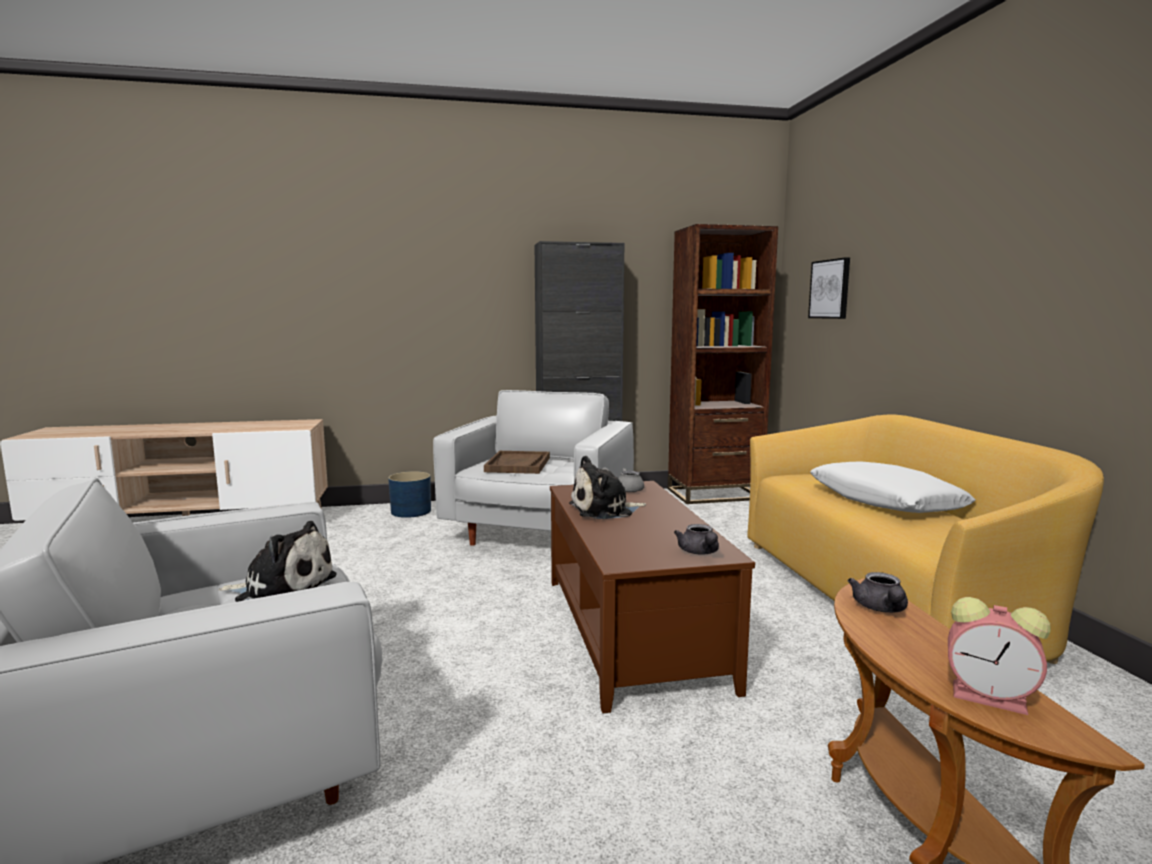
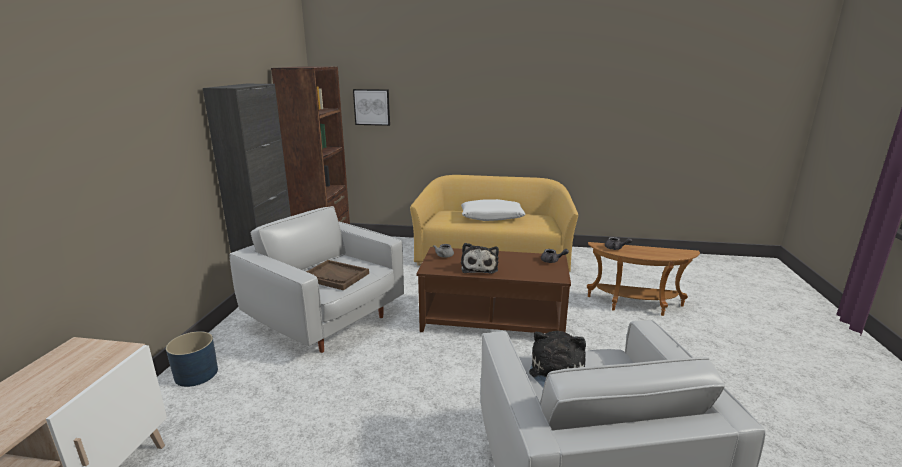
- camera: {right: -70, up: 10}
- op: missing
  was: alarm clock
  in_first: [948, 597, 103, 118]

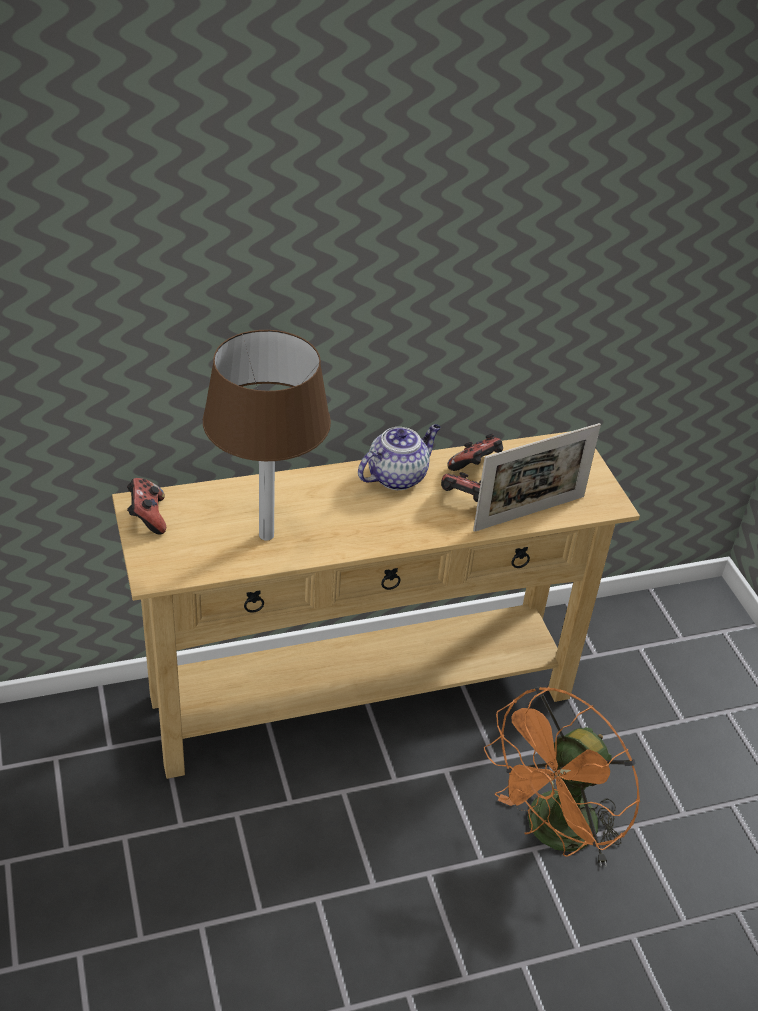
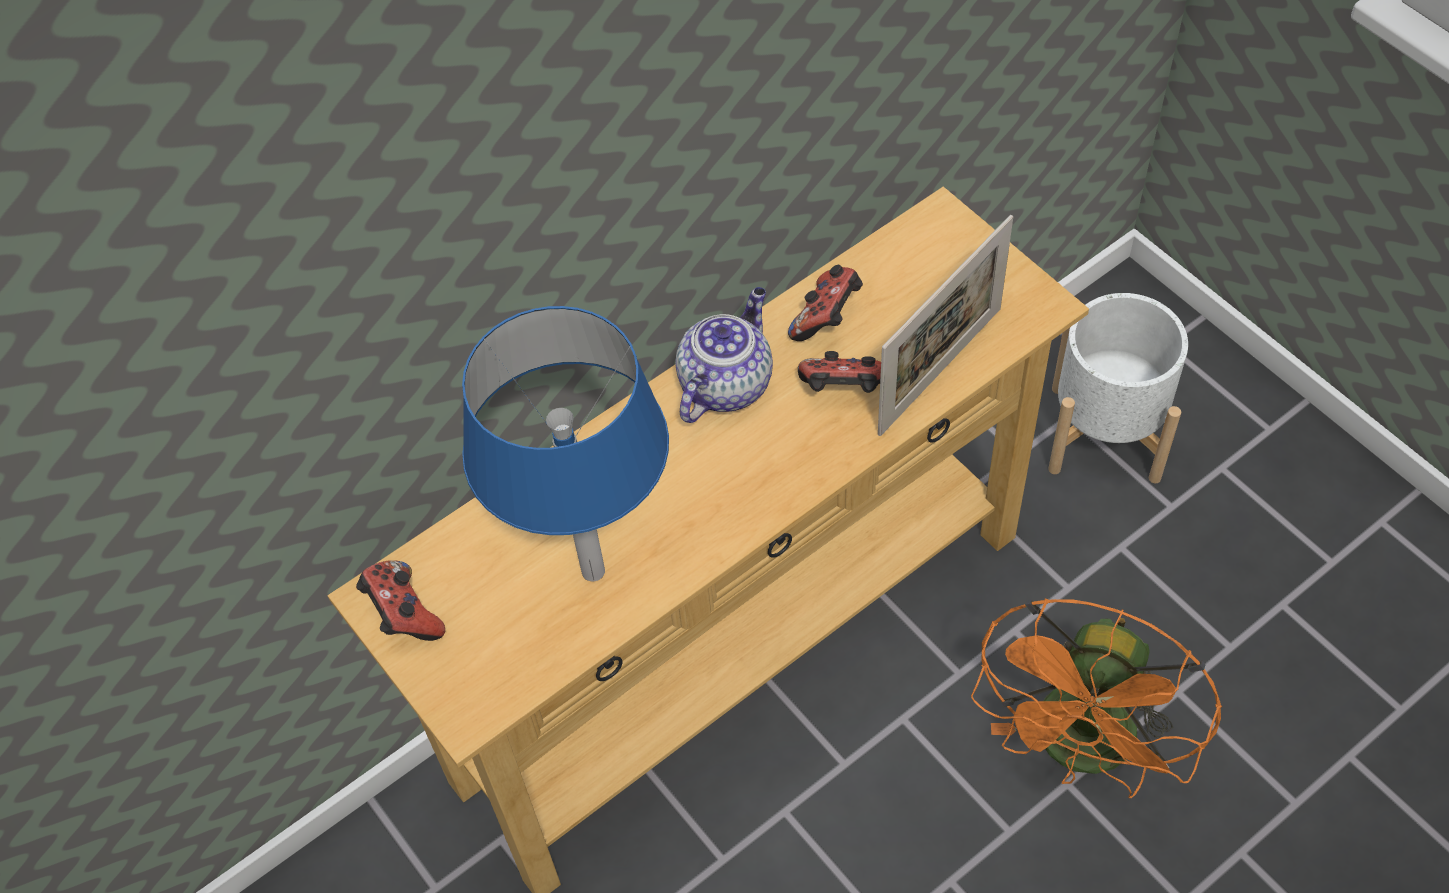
- camera: {right: -15, up: 15}
- op: appeared
  now: flower pot/white-coloured
  in_second: [1048, 293, 140, 190]
- op: colour
  was: tabletop lamp/brown
  now: tabletop lamp/bluish
  in_first: [203, 330, 128, 211]
  in_second: [462, 306, 207, 275]

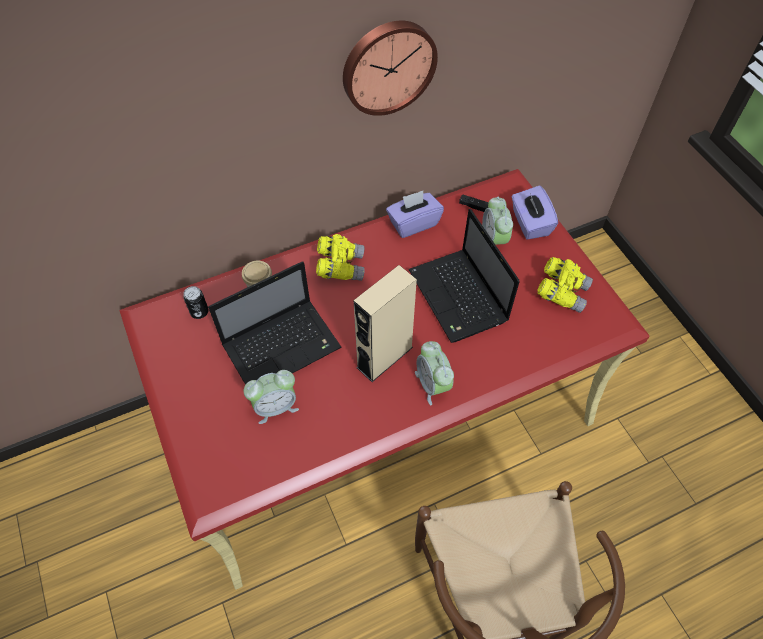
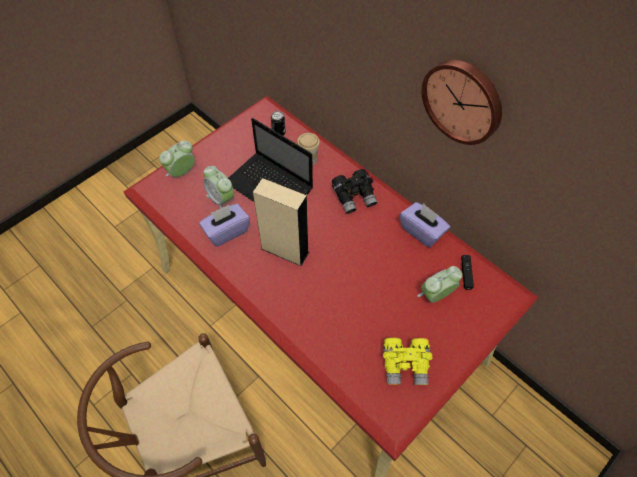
- camera: {right: 70, up: 0}
- op: missing
  was: laptop
  in_first: [409, 209, 111, 134]
- op: relocated
  was: alarm clock
  in_first: [415, 341, 39, 65]
  in_second: [159, 140, 36, 37]
- op: relocated
  was: box of tissues/purple-coloured
  in_first: [512, 185, 46, 55]
  in_second: [199, 204, 51, 43]
- op: colour
  was: binoculars/yellowish
  now: binoculars/black
  in_first: [316, 234, 49, 47]
  in_second: [332, 169, 45, 45]

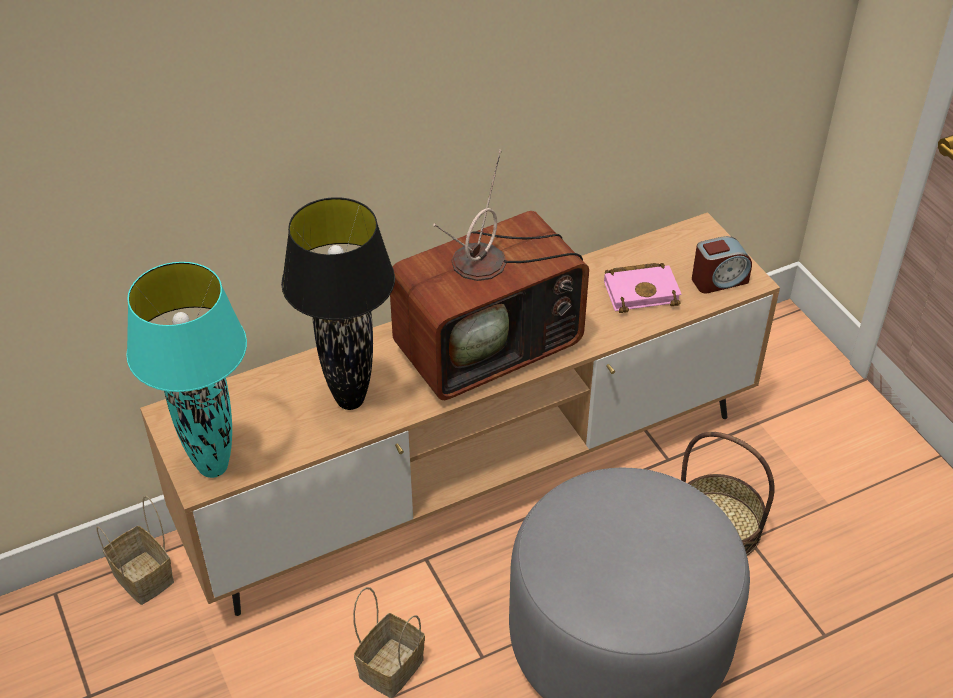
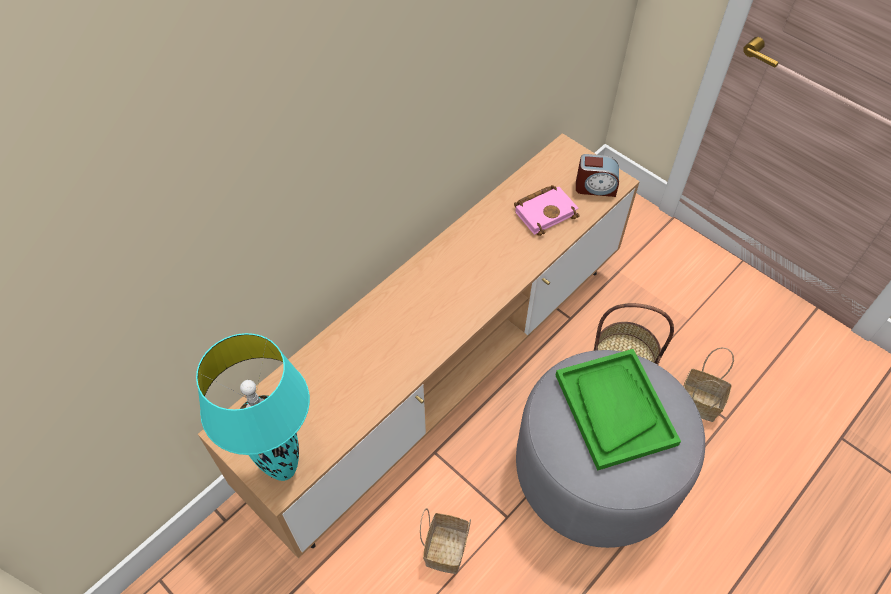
- camera: {right: -20, up: 10}
- op: missing
  was: tabletop lamp/black
  in_first: [281, 197, 114, 213]
- op: missing
  was: television
  in_first: [390, 150, 199, 250]
- op: appeared
  now: tray/greenish
  in_second: [555, 349, 126, 122]
- op: relocated
  was: household basket
  in_first: [96, 496, 78, 109]
  in_second: [683, 347, 51, 75]
- op: spun
  was: alarm clock
  in_first: [692, 236, 60, 57]
  in_second: [576, 154, 43, 43]
  clockwise: 45

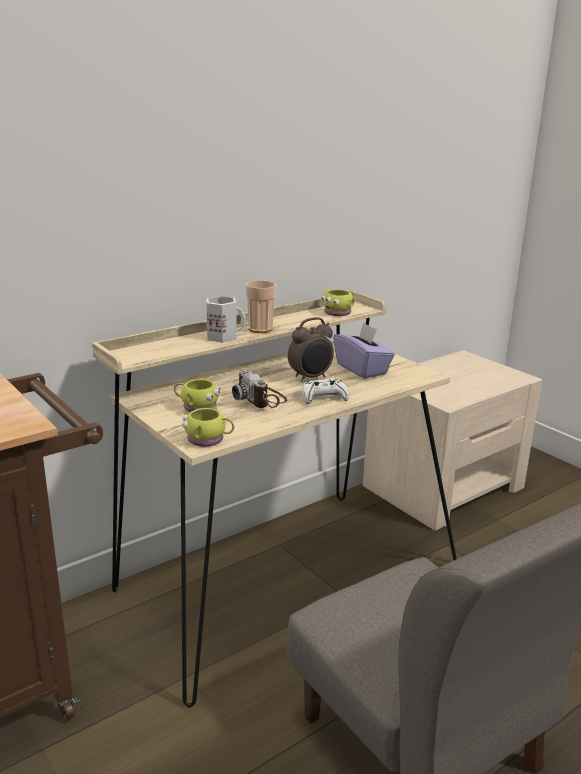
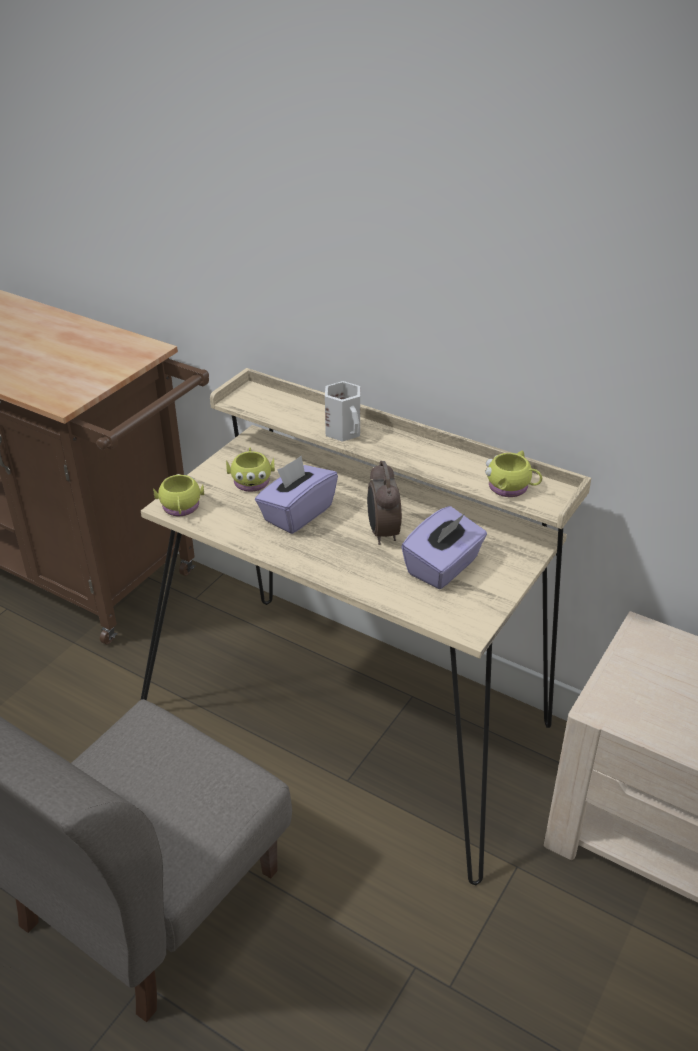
- camera: {right: 70, up: 15}
- op: missing
  was: small cup
  in_first: [245, 280, 31, 53]
- op: missing
  was: game controller/white-coloured
  in_first: [302, 379, 47, 25]
- op: exchanged
  was: still camera
  now: box of tissues/purple-coloured
  in_first: [232, 369, 55, 39]
  in_second: [255, 456, 83, 78]
- op: spun
  was: alarm clock
  in_first: [288, 317, 46, 65]
  in_second: [367, 461, 35, 84]
  clockwise: 45

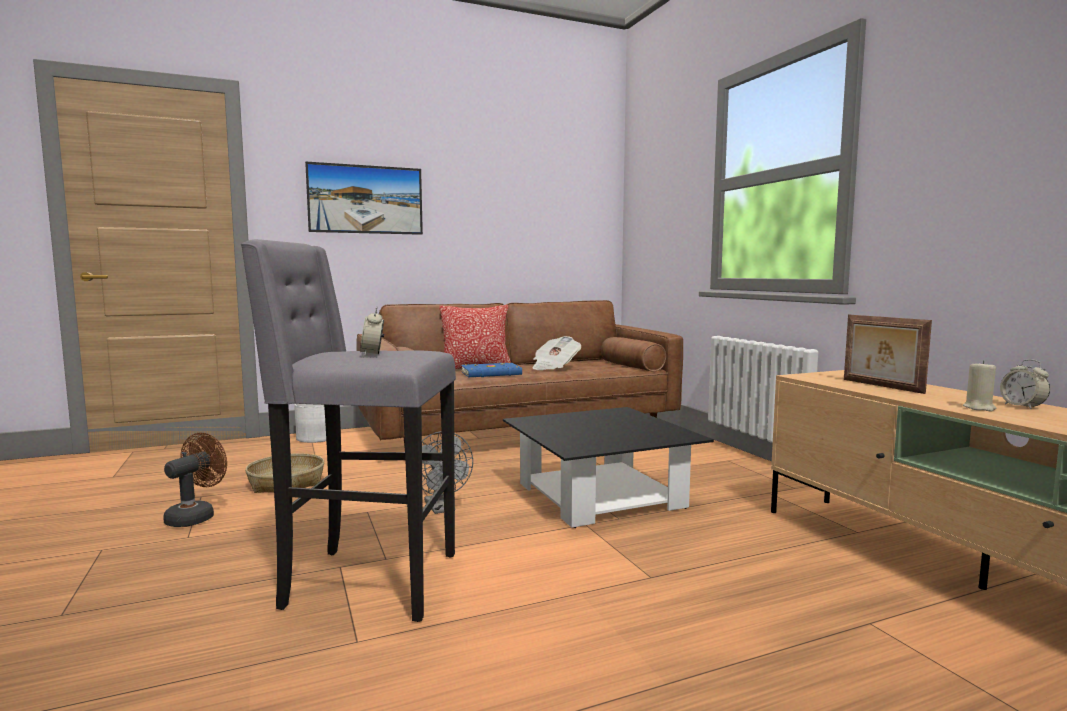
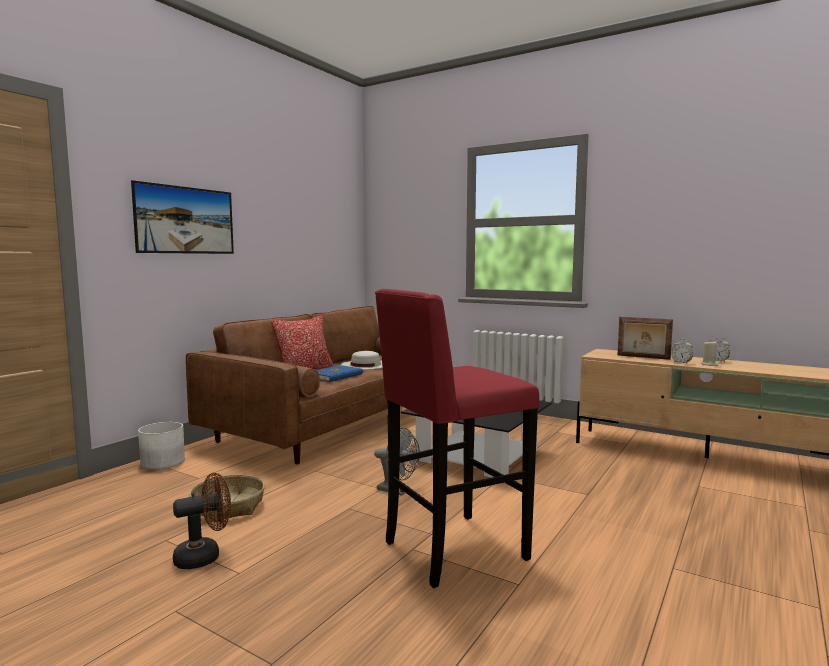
- camera: {right: -35, up: 0}
- op: relocated
  was: alarm clock
  in_first: [360, 306, 24, 49]
  in_second: [671, 339, 22, 25]
- op: exchanged
  was: daily paper
  now: wearable hat/white-coloured
  in_first: [532, 336, 49, 34]
  in_second: [341, 351, 42, 19]
- op: colour
  was: sitting stool/greyish
  now: sitting stool/red-coloured
  in_first: [241, 239, 215, 383]
  in_second: [375, 289, 164, 299]
- op: spun
  was: fan/brown
  in_first: [163, 433, 64, 94]
  in_second: [173, 473, 58, 96]
  clockwise: 75

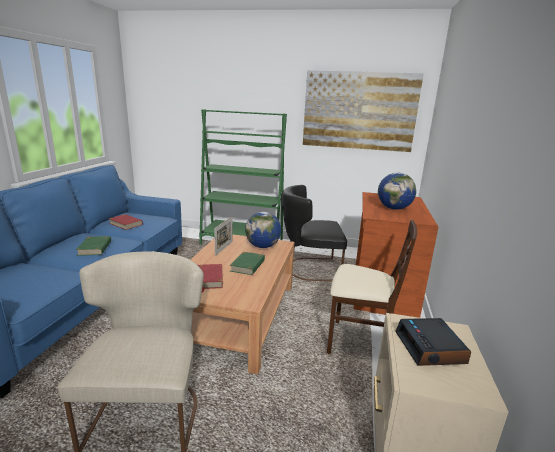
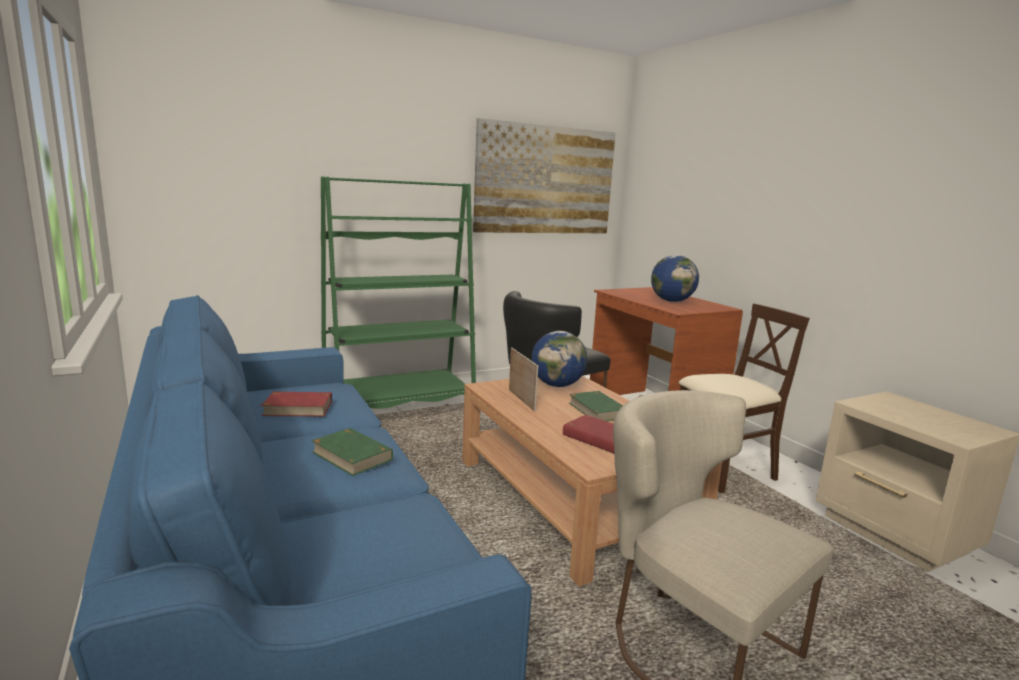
- camera: {right: -40, up: -5}
- op: missing
  was: alarm clock
  in_first: [395, 318, 76, 48]

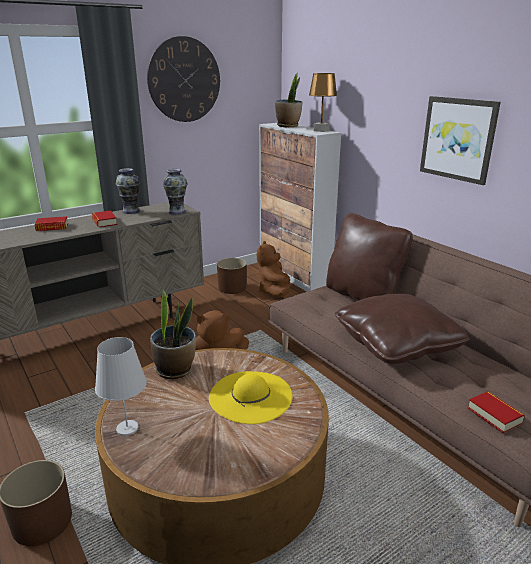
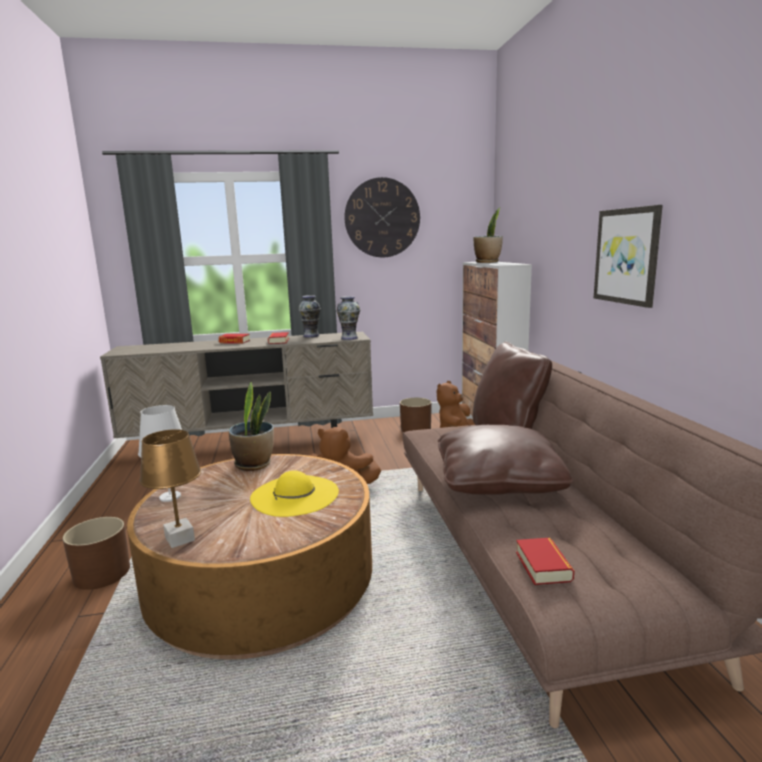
- camera: {right: 25, up: -10}
- op: relocated
  was: tabletop lamp/brown
  in_first: [309, 73, 28, 59]
  in_second: [140, 429, 61, 119]

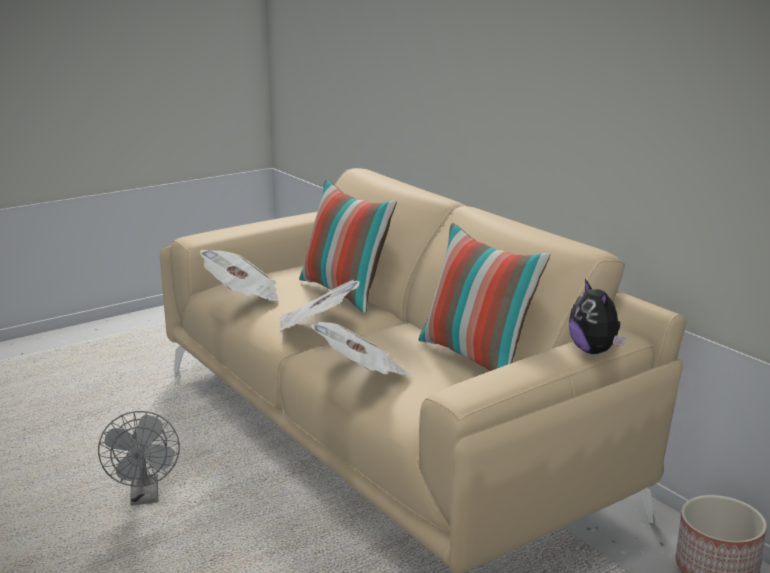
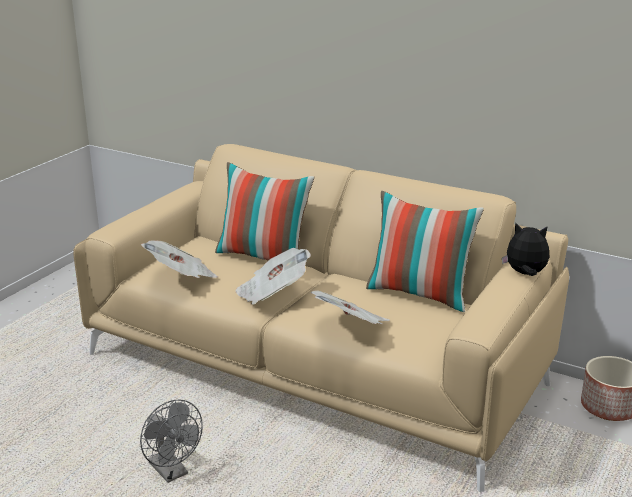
- camera: {right: -25, up: 5}
- op: spun
  was: cuddly toy
  in_first: [569, 279, 56, 75]
  in_second: [502, 222, 47, 54]
  clockwise: 150

